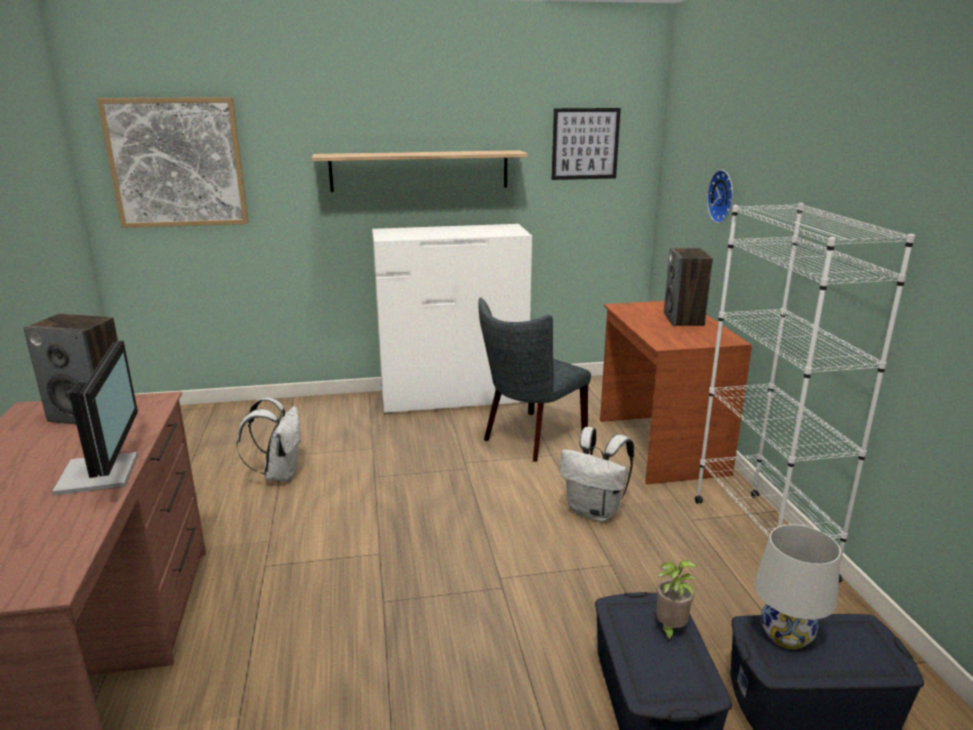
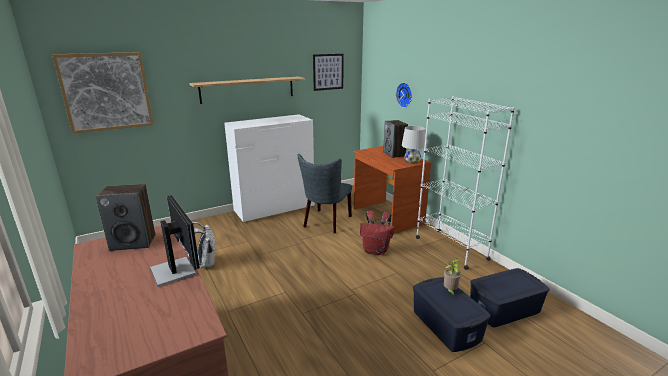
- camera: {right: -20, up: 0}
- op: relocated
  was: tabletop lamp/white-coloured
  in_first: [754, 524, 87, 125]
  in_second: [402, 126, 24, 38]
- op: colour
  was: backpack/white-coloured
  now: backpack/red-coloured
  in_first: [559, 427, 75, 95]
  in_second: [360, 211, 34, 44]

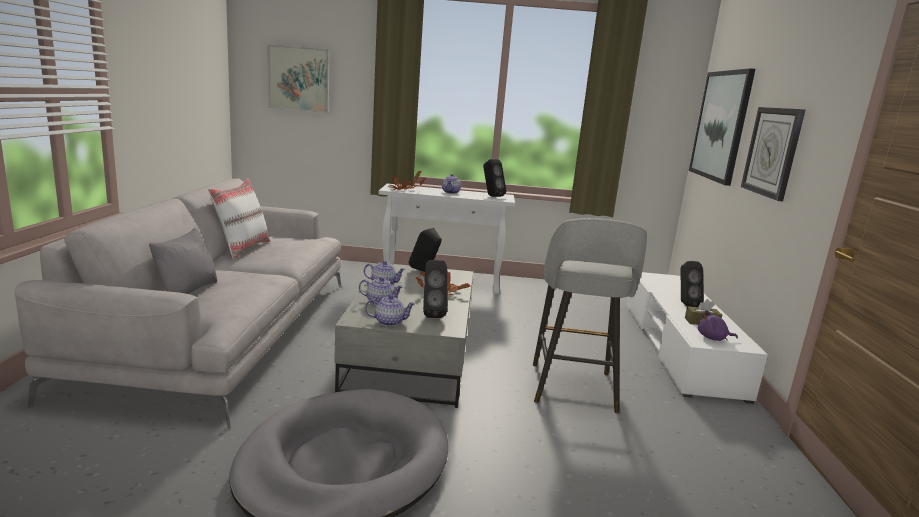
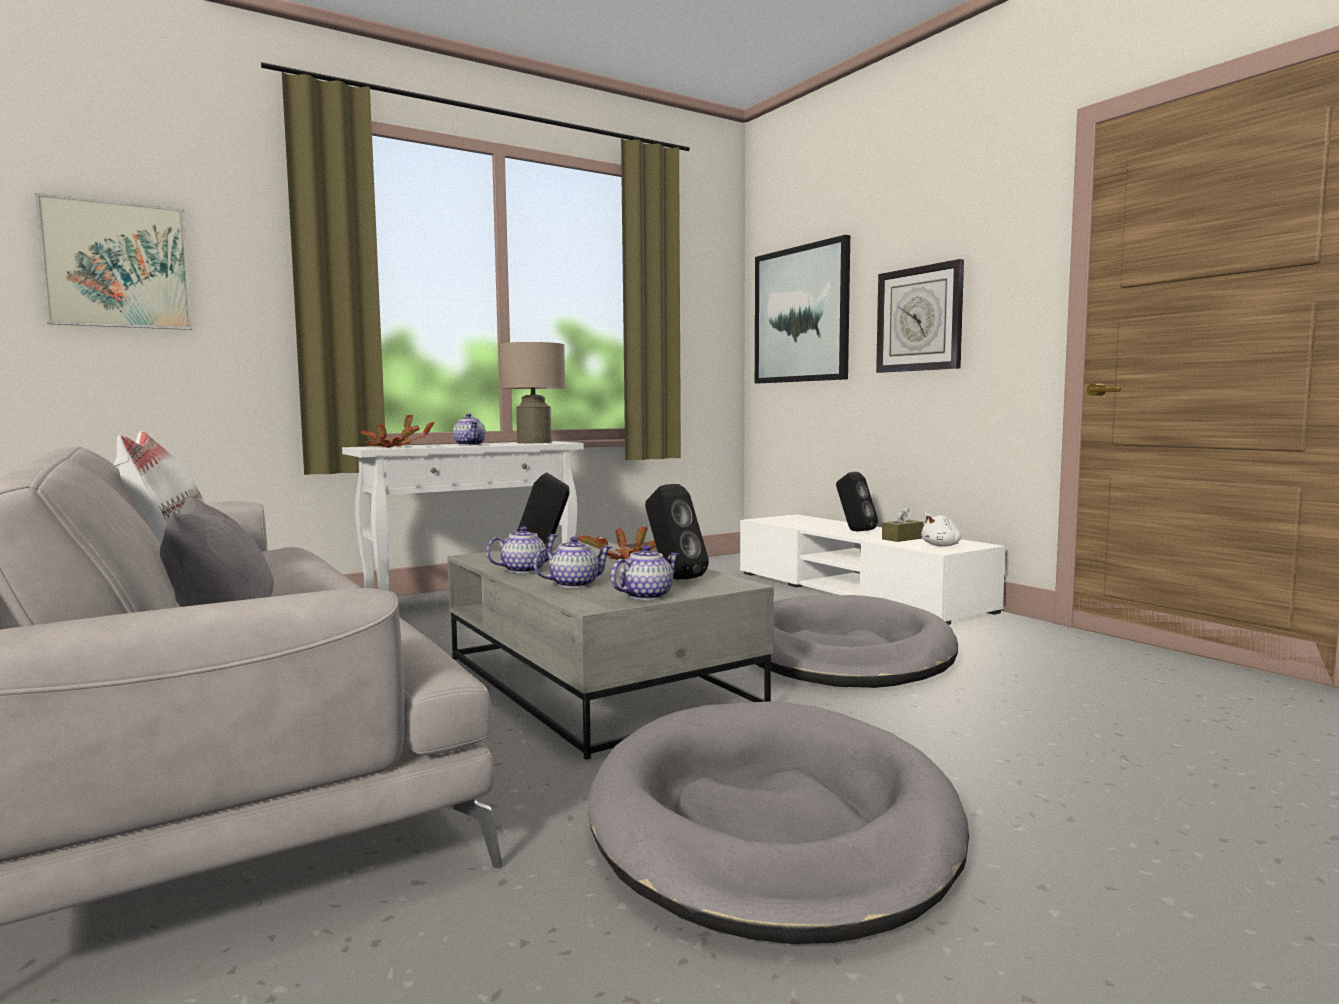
- camera: {right: -35, up: -10}
- op: exchanged
  was: audio speaker/black
  now: tabletop lamp/sand-coloured
  in_first: [483, 158, 23, 39]
  in_second: [499, 342, 66, 101]
- op: exchanged
  was: sitting stool/greyish
  now: pet bed/greyish
  in_first: [533, 218, 114, 196]
  in_second: [756, 595, 202, 93]
- op: colour
  was: cuddly toy/purple-coloured
  now: cuddly toy/white-coloured
  in_first: [698, 310, 40, 31]
  in_second: [921, 513, 41, 33]

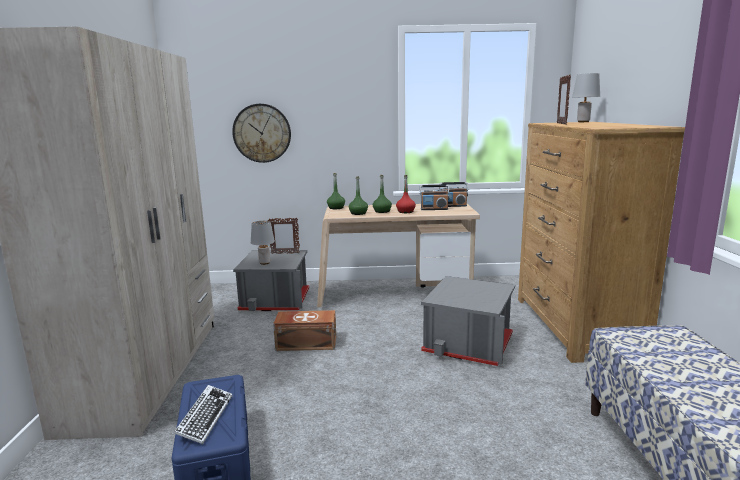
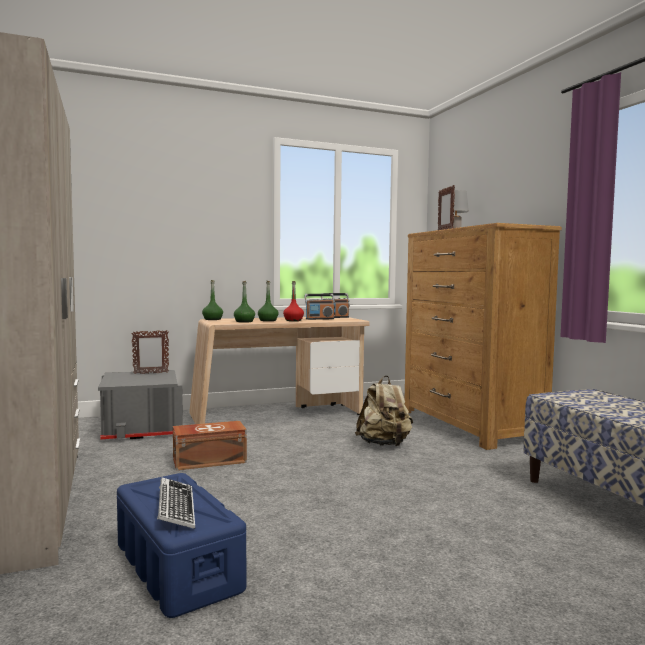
- camera: {right: -20, up: -10}
- op: missing
  was: hanging clock
  in_first: [232, 104, 59, 59]
- op: missing
  was: tabletop lamp/greyish
  in_first: [251, 221, 24, 44]
- op: exchanged
  was: storage bin/greyish
  now: backpack/sand-coloured
  in_first: [421, 276, 94, 90]
  in_second: [355, 376, 58, 70]

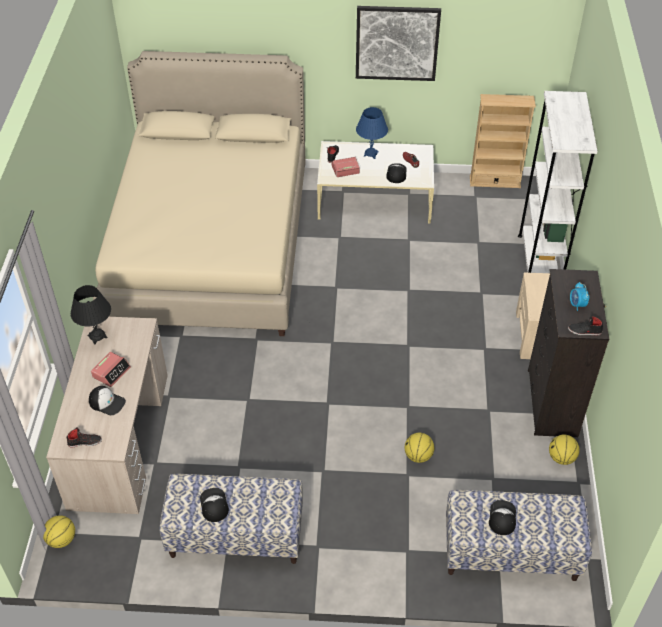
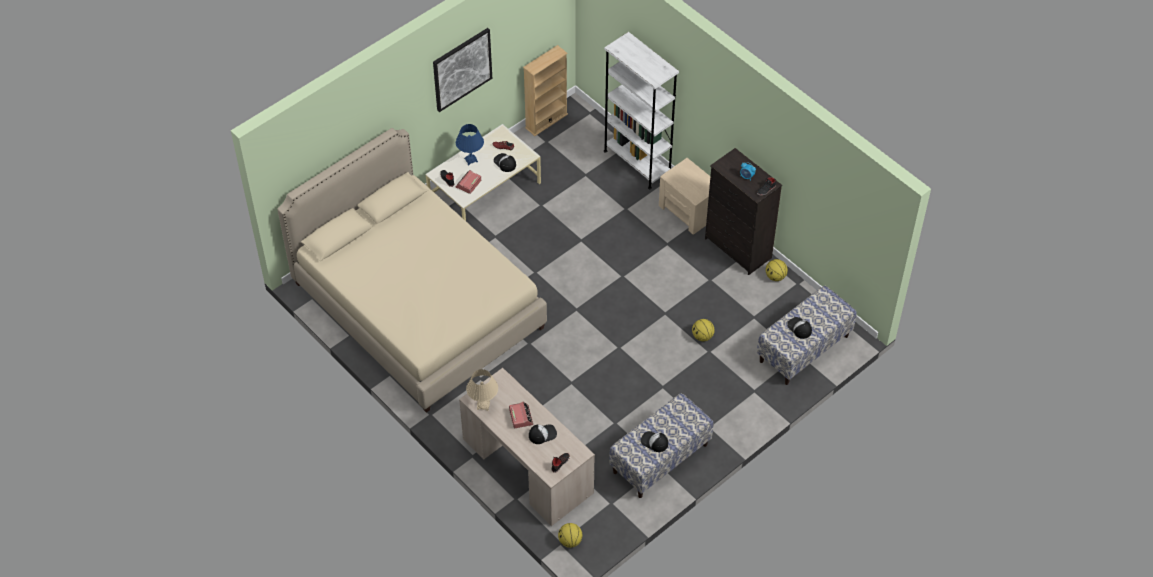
- camera: {right: -45, up: 5}
- op: colour
  was: tabletop lamp/black
  now: tabletop lamp/sand-coloured
  in_first: [70, 285, 41, 60]
  in_second: [466, 369, 32, 42]

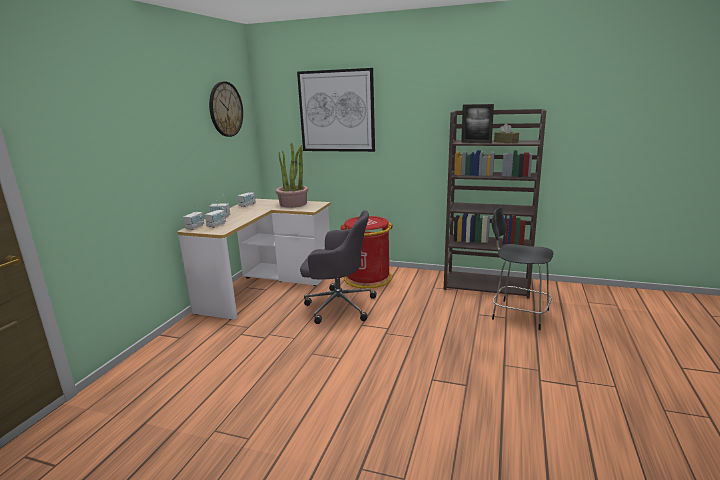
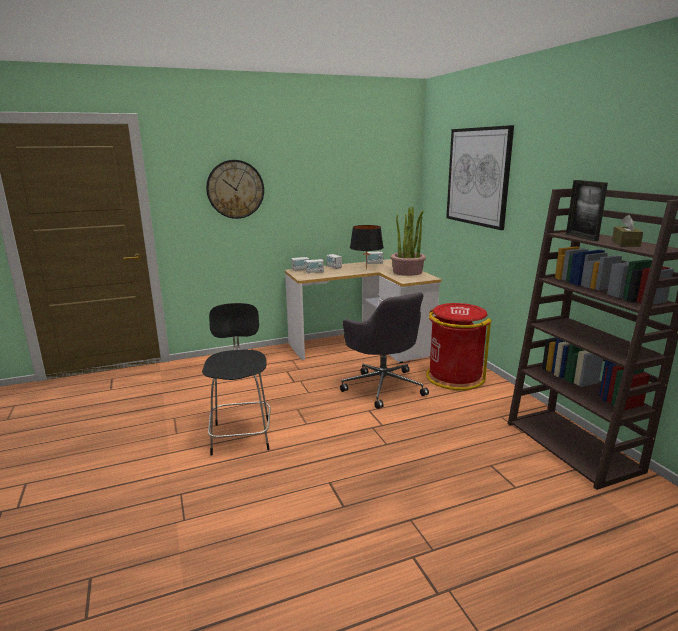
- camera: {right: 50, up: 0}
- op: appeared
  now: tabletop lamp/black
  in_second: [350, 225, 34, 45]
- op: relocated
  was: hanging clock
  in_first: [209, 81, 34, 56]
  in_second: [206, 160, 58, 59]
- op: relocated
  was: chair/black
  in_first: [492, 207, 61, 123]
  in_second: [202, 303, 69, 153]

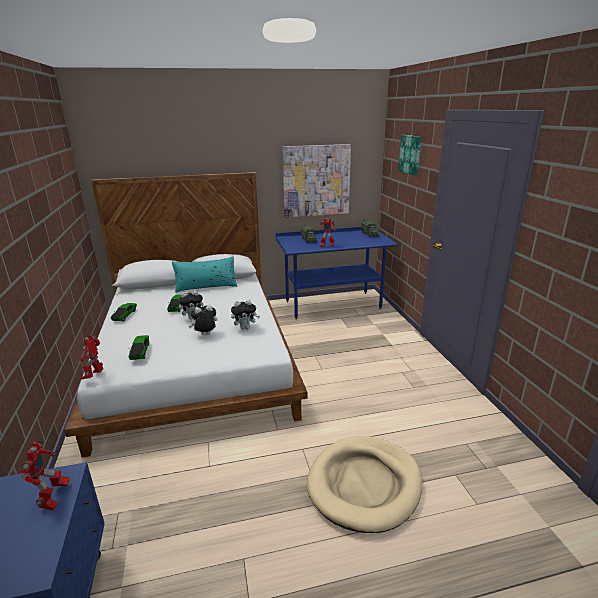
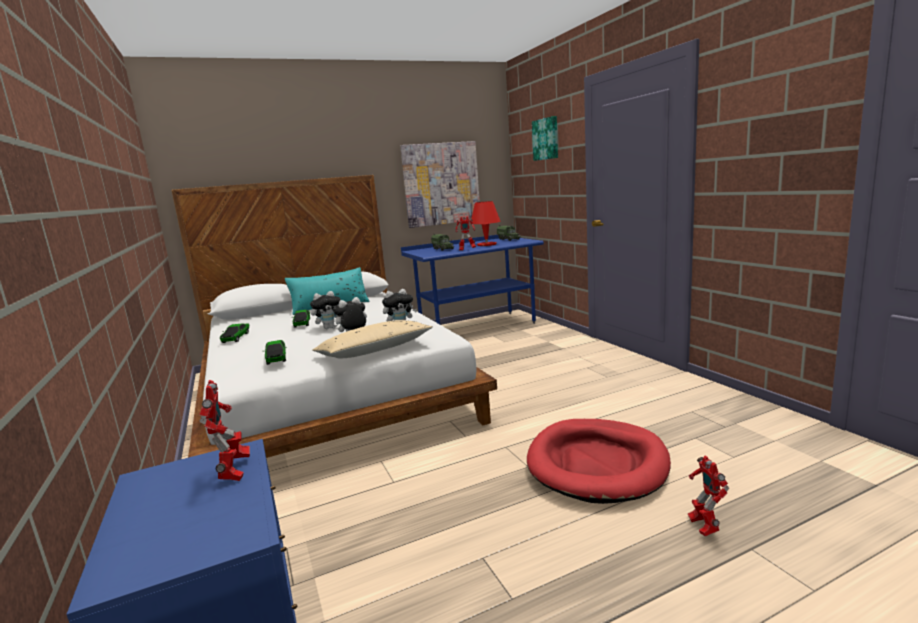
- camera: {right: -10, up: -10}
- op: appeared
  now: cushion/sand-coloured
  in_second: [312, 320, 121, 38]
- op: appeared
  now: tabletop lamp/red-coloured
  in_second: [470, 201, 31, 45]
- op: relocated
  was: robot figure
  in_first: [80, 335, 24, 45]
  in_second: [688, 455, 41, 82]
- op: colour
  was: pet bed/sand-coloured
  now: pet bed/red-coloured
  in_first: [307, 436, 115, 97]
  in_second: [527, 419, 144, 85]

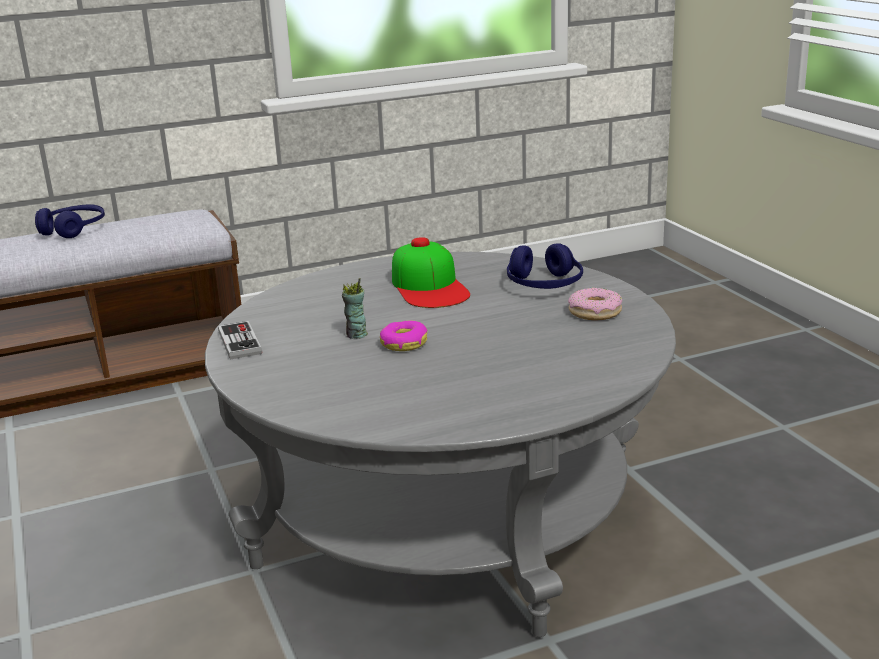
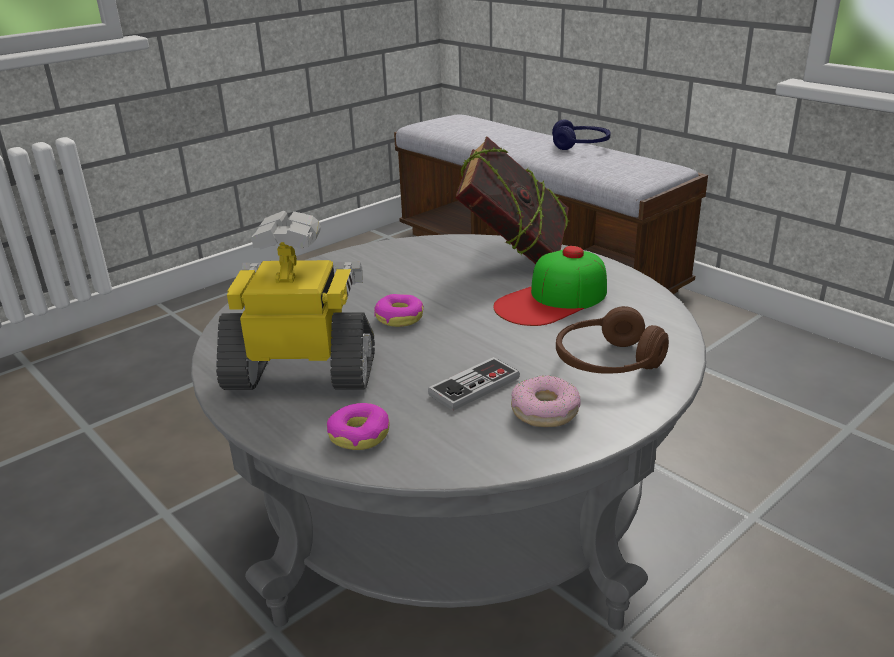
- camera: {right: 70, up: 5}
- op: missing
  was: small cup
  in_first: [342, 278, 26, 61]
- op: appeared
  now: robot figure
  in_second: [216, 211, 159, 179]
- op: appeared
  now: ring doughnut
  in_second: [327, 403, 62, 47]
- op: appeared
  now: volume
  in_second: [455, 137, 114, 127]
- op: relocated
  was: game controller
  in_first: [218, 321, 44, 39]
  in_second: [428, 357, 92, 54]
- op: colour
  was: headphones/bluish
  now: headphones/brown
  in_first: [507, 243, 76, 46]
  in_second: [556, 306, 113, 68]

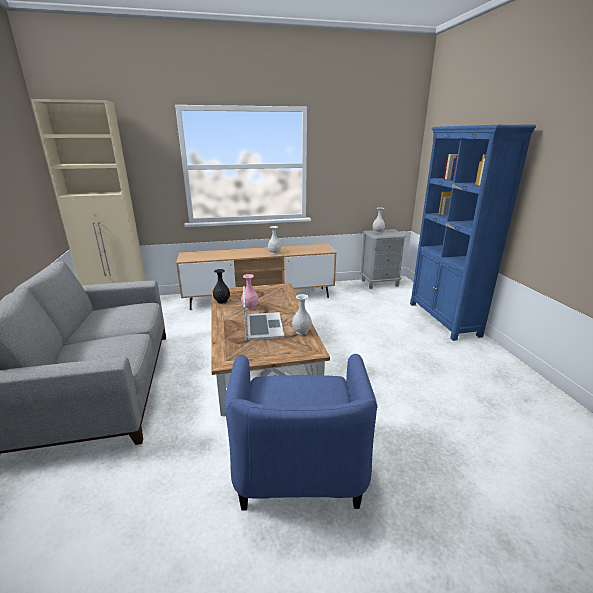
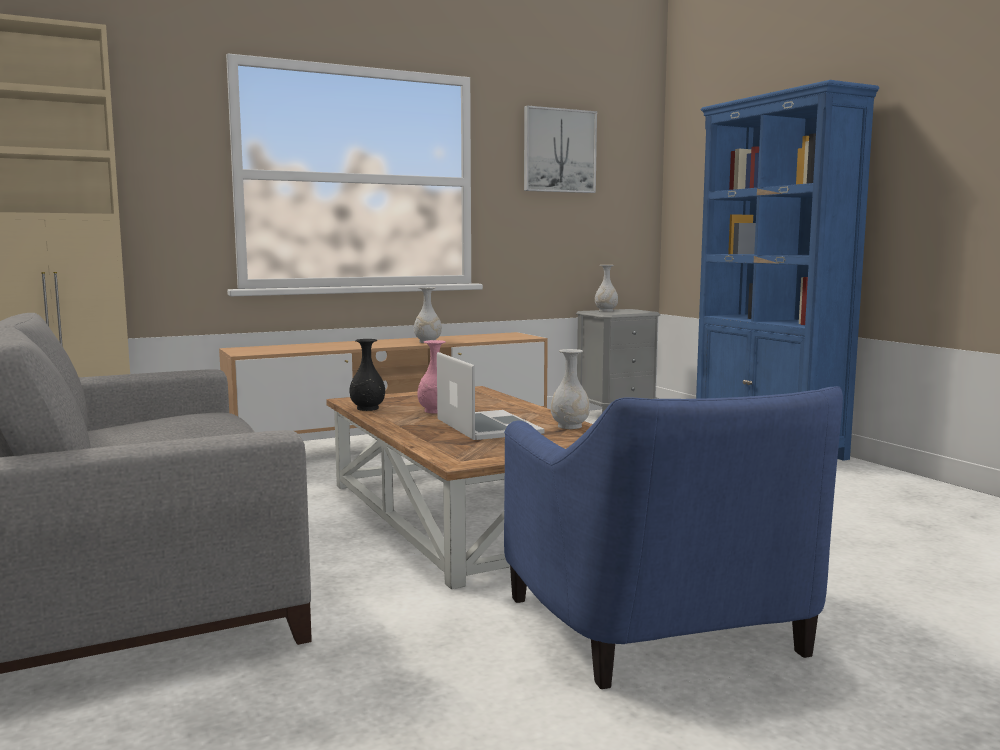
- camera: {right: -15, up: -15}
- op: appeared
  now: picture
  in_second: [524, 106, 73, 87]

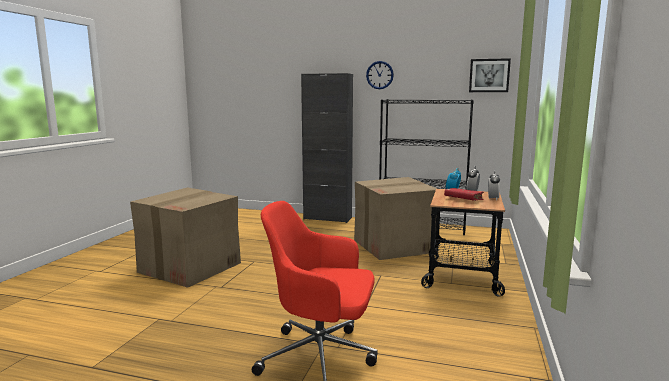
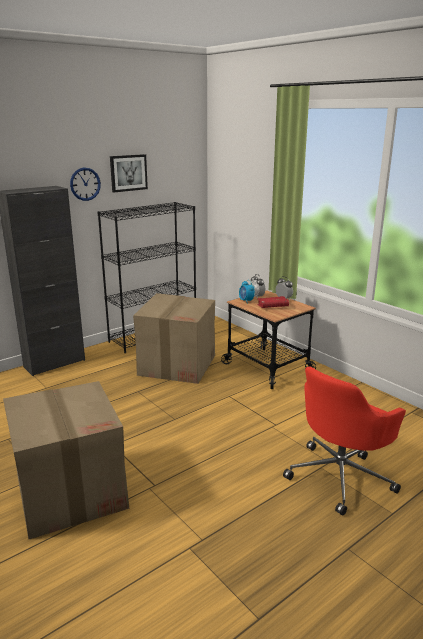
- camera: {right: -55, up: 10}
- op: relocated
  was: picture
  in_first: [469, 58, 42, 34]
  in_second: [110, 154, 38, 39]

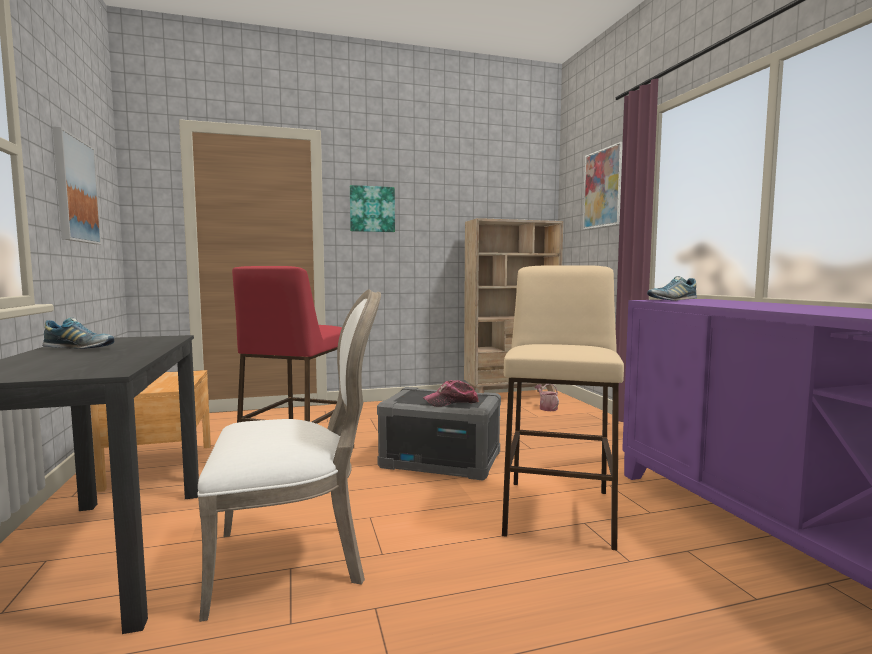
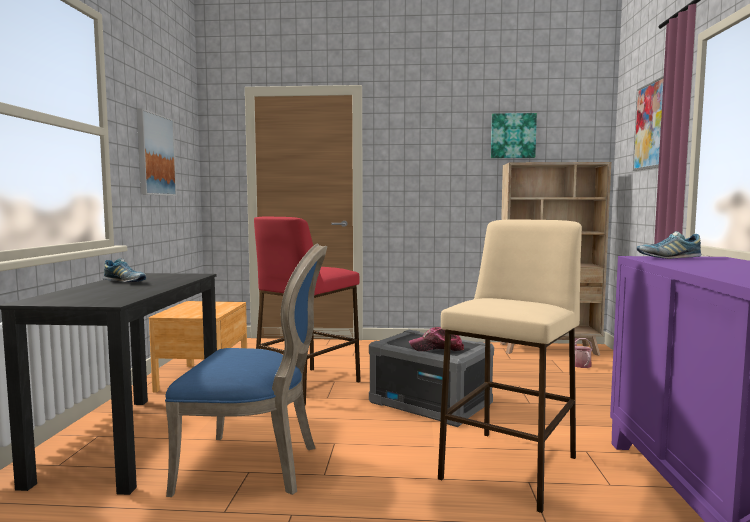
- camera: {right: 20, up: 0}
- op: relocated
  was: picture
  in_first: [350, 185, 45, 47]
  in_second: [491, 113, 46, 45]
- op: colour
  was: chair/white-coloured
  now: chair/bluish
  in_first: [197, 289, 184, 333]
  in_second: [165, 244, 162, 253]

